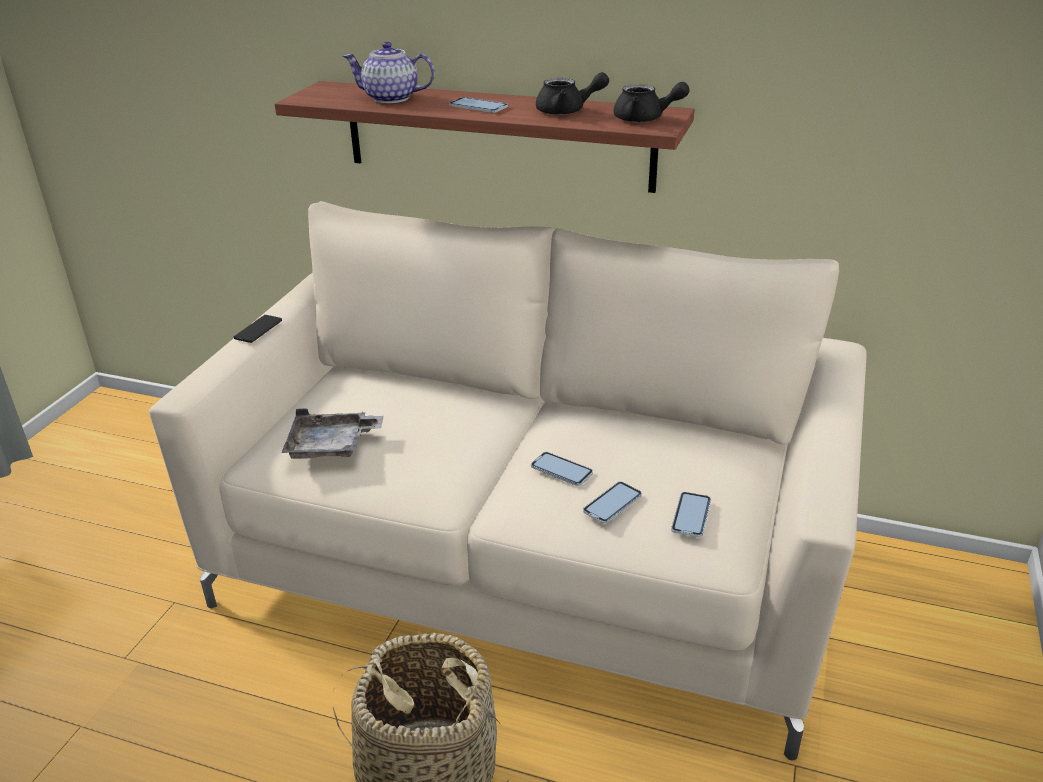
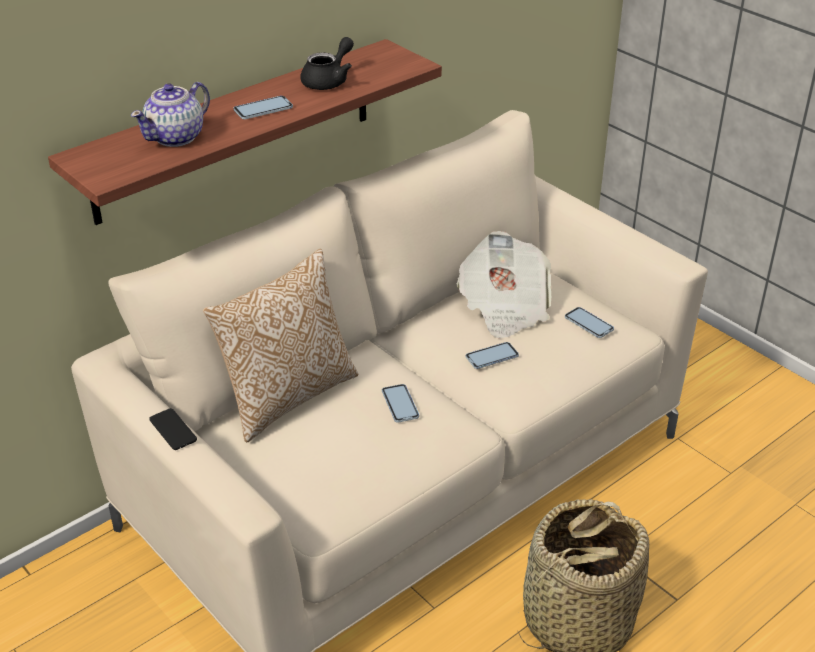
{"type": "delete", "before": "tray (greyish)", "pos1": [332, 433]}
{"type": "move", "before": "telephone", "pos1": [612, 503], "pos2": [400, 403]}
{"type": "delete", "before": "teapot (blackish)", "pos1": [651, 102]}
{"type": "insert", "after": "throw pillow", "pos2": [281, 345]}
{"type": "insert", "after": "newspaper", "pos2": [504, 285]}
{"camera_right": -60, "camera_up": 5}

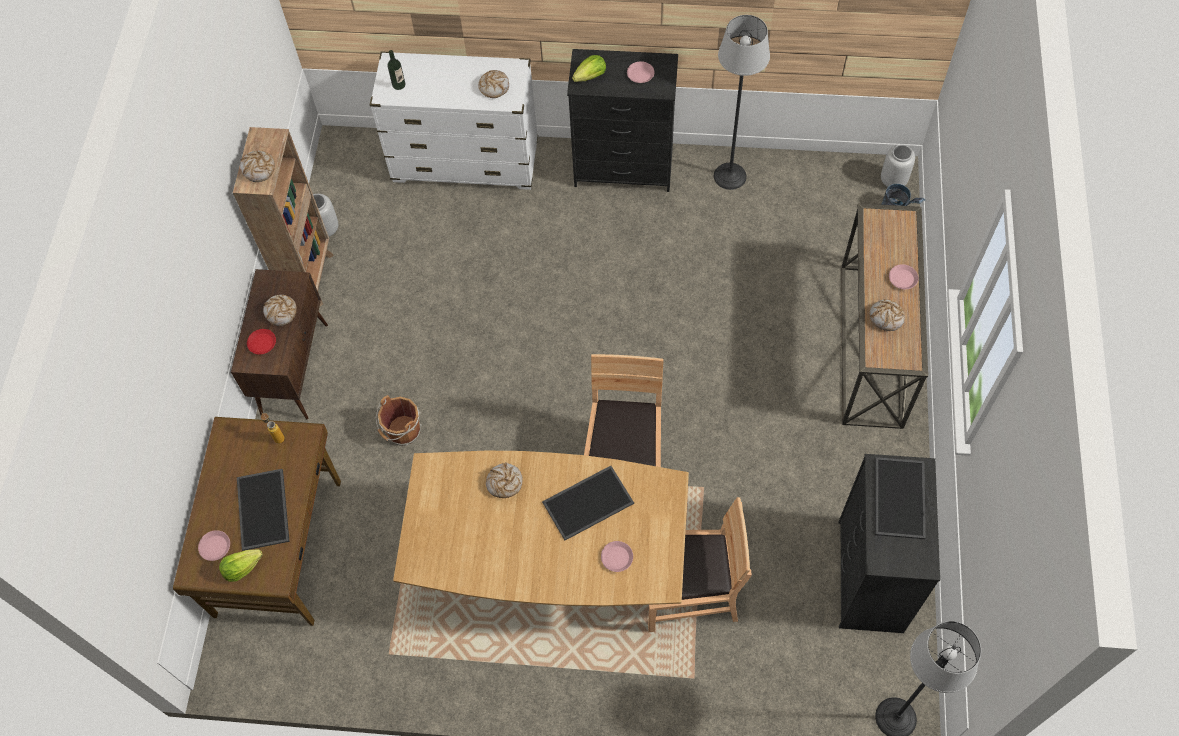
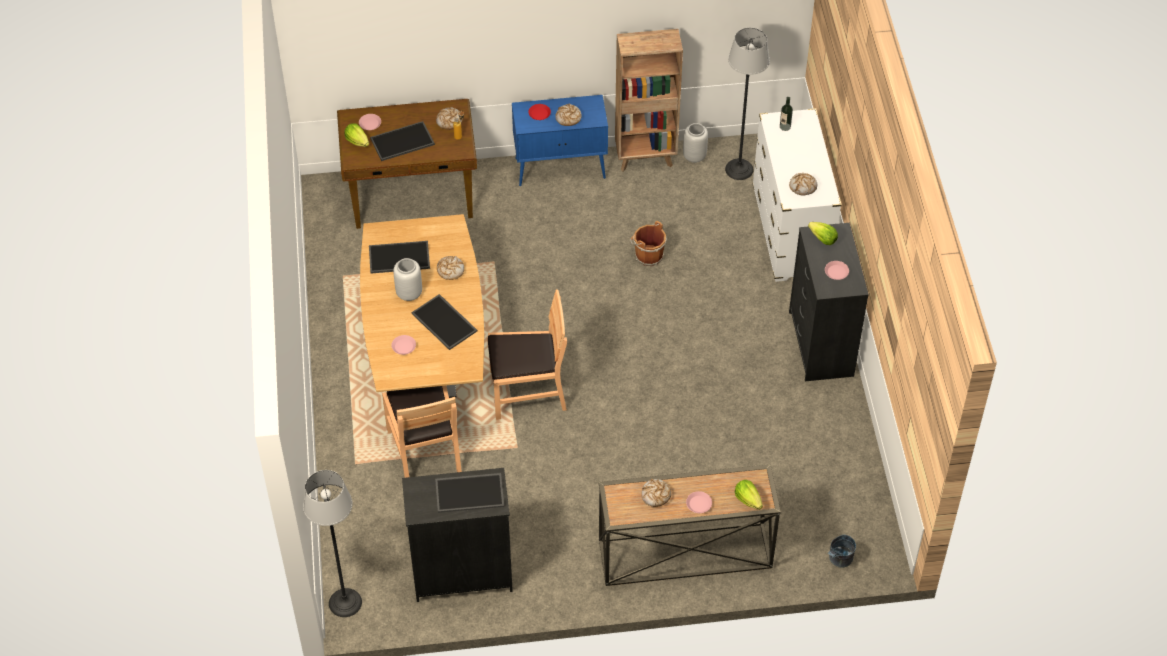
{"type": "recolor", "before": "cabinet (brown)", "after": "cabinet (blue)", "pos1": [279, 344], "pos2": [560, 140]}
{"type": "move", "before": "bakery bread", "pos1": [257, 166], "pos2": [449, 118]}
{"type": "move", "before": "water bucket (brown)", "pos1": [399, 420], "pos2": [648, 243]}
{"type": "move", "before": "floor lamp", "pos1": [742, 102], "pos2": [747, 103]}
{"type": "move", "before": "flower vase (greyish)", "pos1": [898, 165], "pos2": [408, 279]}
{"type": "insert", "after": "tray", "pos2": [399, 257]}
{"type": "insert", "after": "lettuce", "pos2": [749, 495]}
{"camera_right": 75, "camera_up": -10}

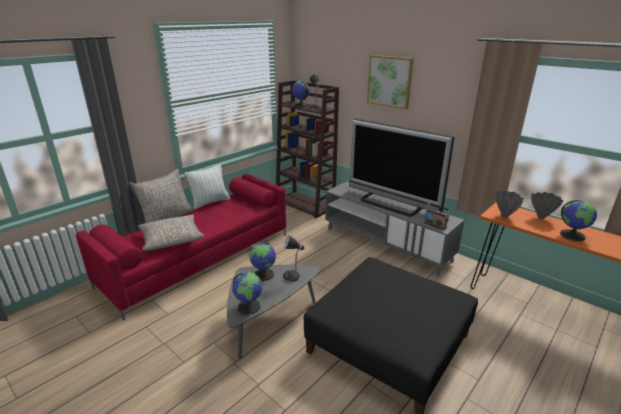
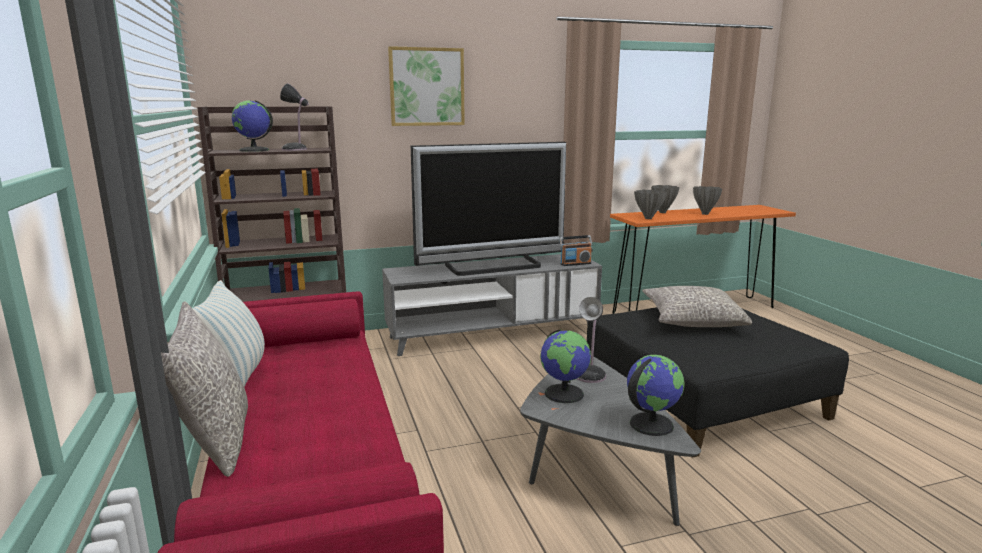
{"type": "move", "before": "throw pillow (greyish)", "pos1": [171, 233], "pos2": [697, 306]}
{"type": "replace", "before": "world globe", "after": "flower vase (greyish)", "pos1": [578, 220], "pos2": [707, 200]}
{"camera_right": -60, "camera_up": -10}

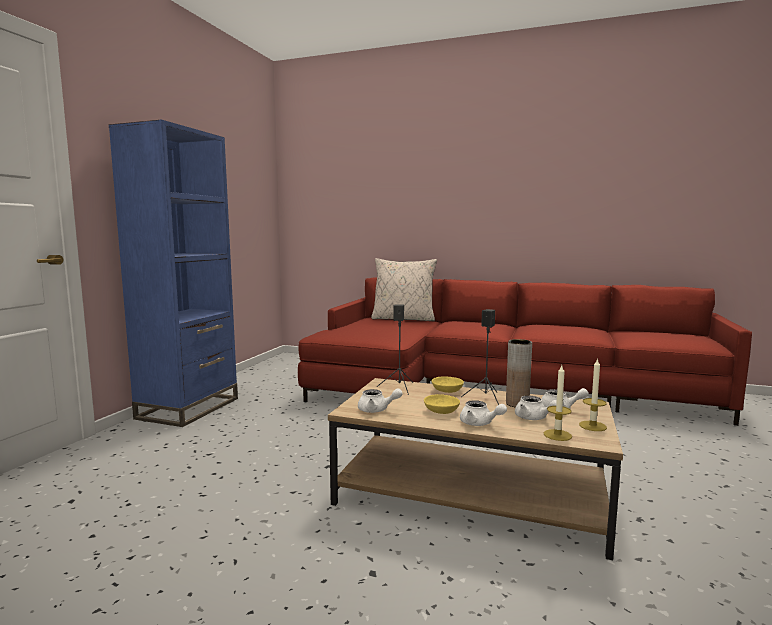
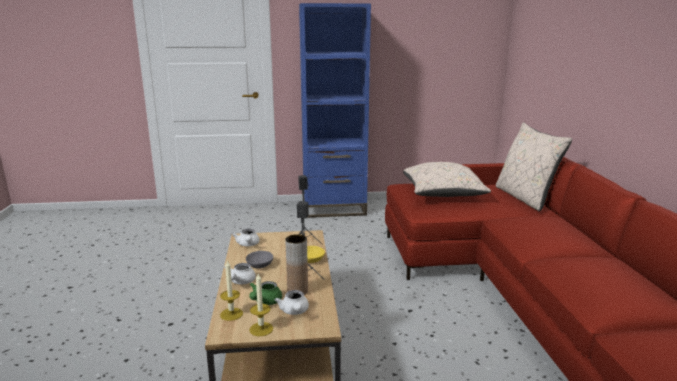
{"type": "recolor", "before": "bowl (yellow)", "after": "bowl (greyish)", "pos1": [442, 404], "pos2": [259, 260]}
{"type": "recolor", "before": "teapot (white)", "after": "teapot (green)", "pos1": [536, 408], "pos2": [265, 293]}
{"type": "insert", "after": "throw pillow (beige)", "pos2": [447, 179]}
{"camera_right": 65, "camera_up": 10}

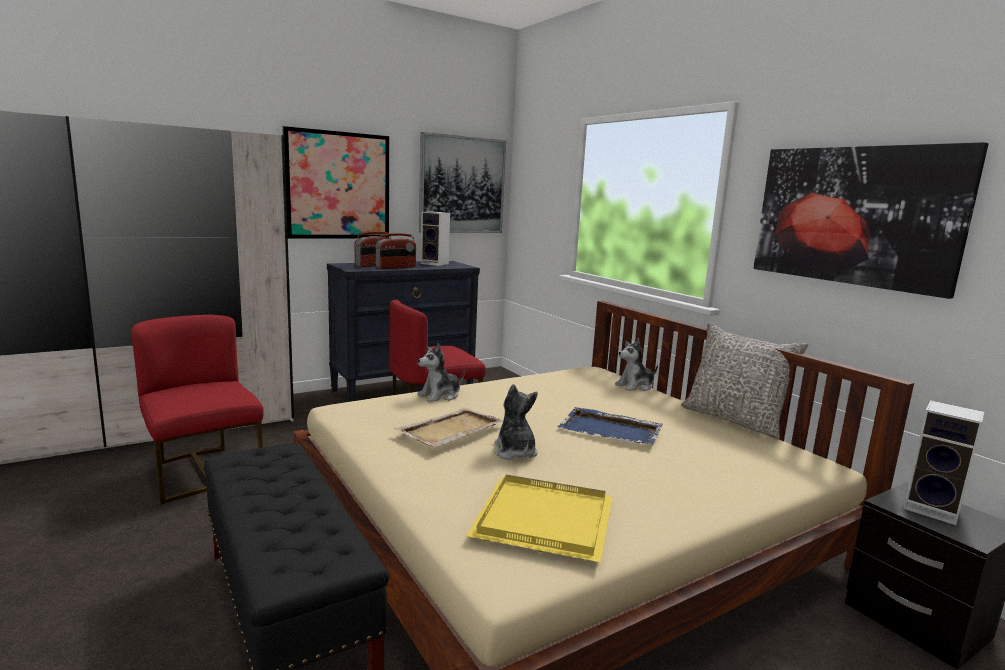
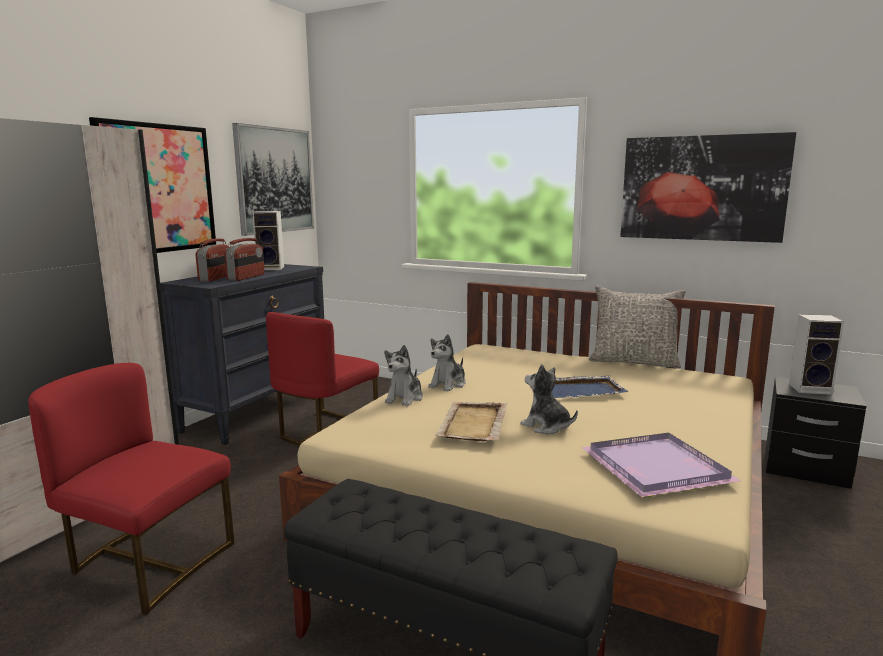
{"type": "recolor", "before": "tray (yellow)", "after": "tray (purplish)", "pos1": [539, 518], "pos2": [661, 465]}
{"type": "move", "before": "soft toy", "pos1": [636, 365], "pos2": [447, 362]}
{"camera_right": -30, "camera_up": 0}

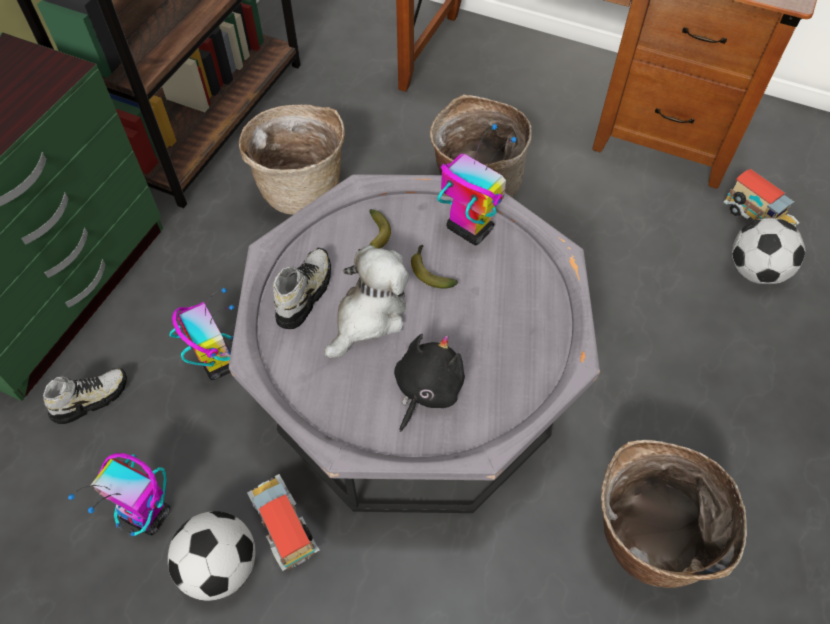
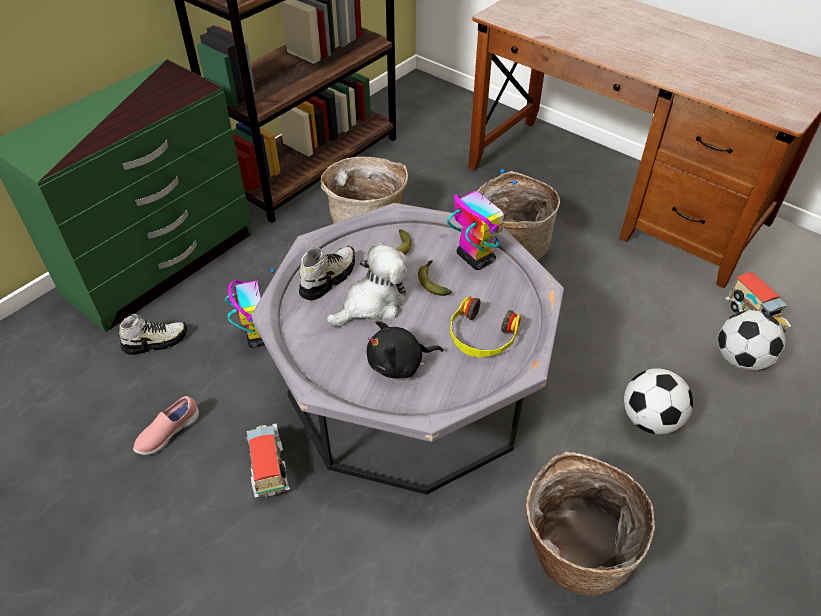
{"type": "replace", "before": "toy robot", "after": "item of footwear (pinkish)", "pos1": [119, 494], "pos2": [166, 425]}
{"type": "move", "before": "ball for football", "pos1": [211, 556], "pos2": [658, 401]}
{"type": "rotate", "before": "soft toy (blackish)", "pos1": [429, 383], "pos2": [405, 349], "turn": -150}
{"type": "insert", "after": "headset", "pos2": [485, 327]}
{"camera_right": 15, "camera_up": -10}

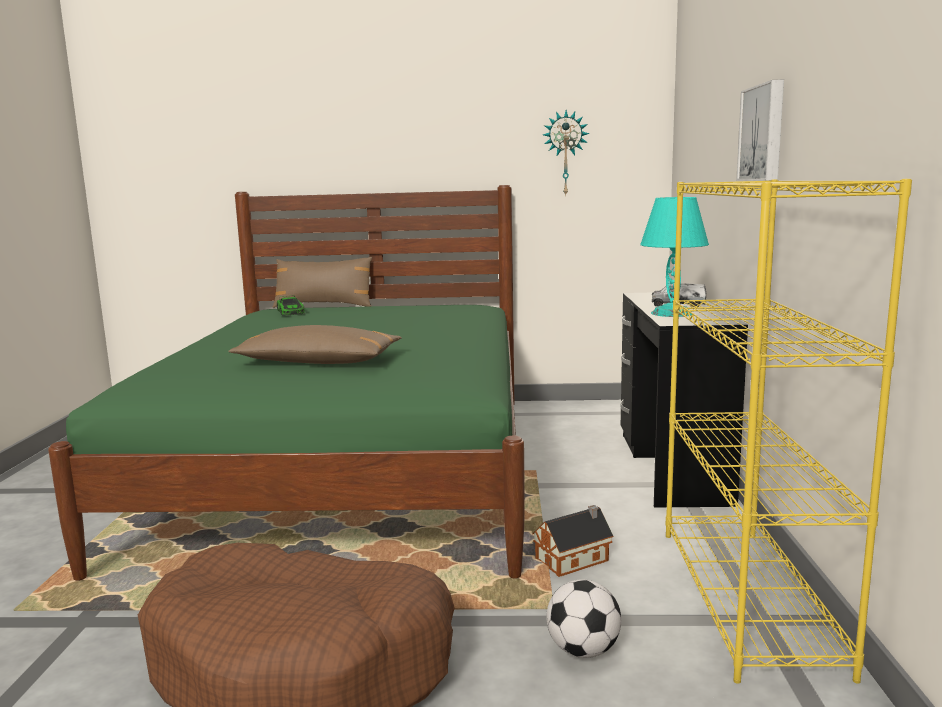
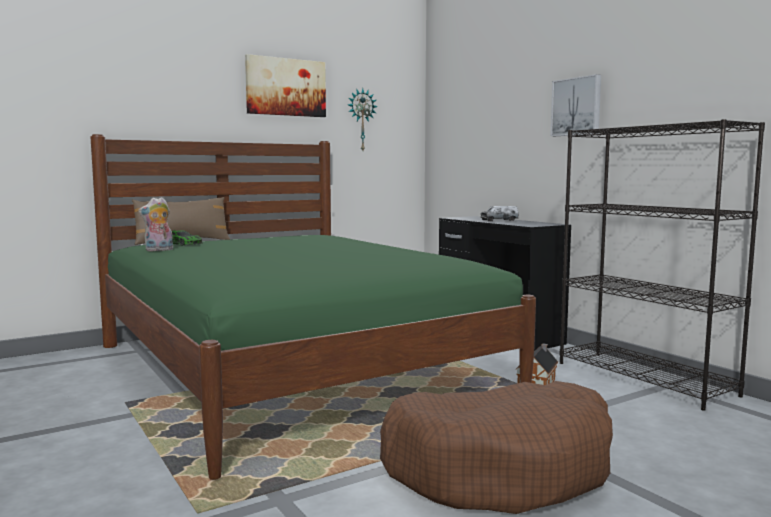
{"type": "delete", "before": "throw pillow (brown)", "pos1": [314, 344]}
{"type": "delete", "before": "ball for football", "pos1": [583, 618]}
{"type": "delete", "before": "lamp for a table (turquoise-coloured)", "pos1": [674, 257]}
{"type": "recolor", "before": "bookcase (yellow)", "after": "bookcase (blackish)", "pos1": [789, 431], "pos2": [662, 265]}
{"type": "insert", "after": "soft toy", "pos2": [155, 224]}
{"type": "insert", "after": "picture", "pos2": [285, 85]}
{"camera_right": -35, "camera_up": -5}

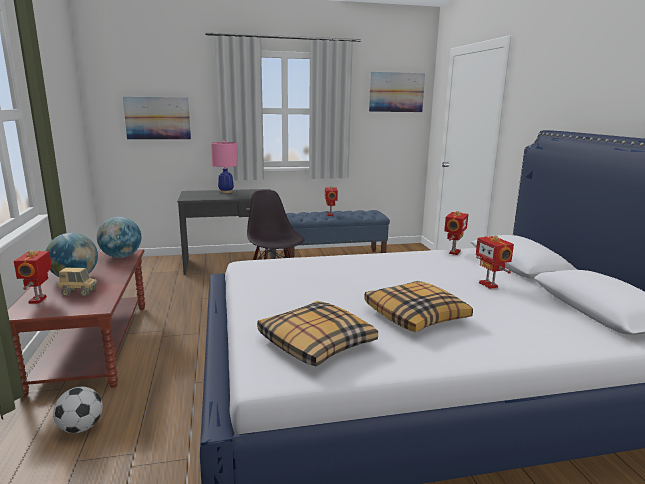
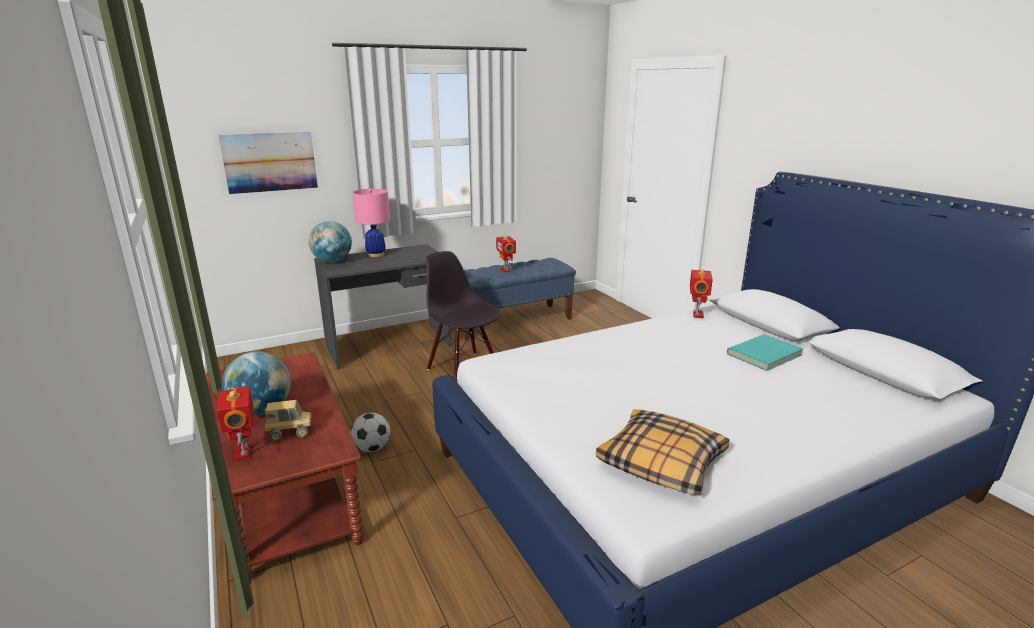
{"type": "move", "before": "ball for football", "pos1": [78, 410], "pos2": [370, 432]}
{"type": "move", "before": "world globe", "pos1": [119, 237], "pos2": [330, 242]}
{"type": "delete", "before": "throw pillow", "pos1": [419, 306]}
{"type": "delete", "before": "picture", "pos1": [397, 92]}
{"type": "replace", "before": "toy robot", "after": "book (turquoise-coloured)", "pos1": [495, 262], "pos2": [765, 352]}
{"camera_right": -15, "camera_up": 5}

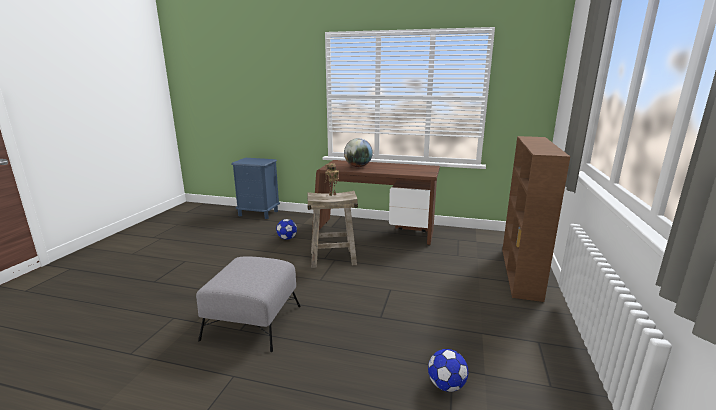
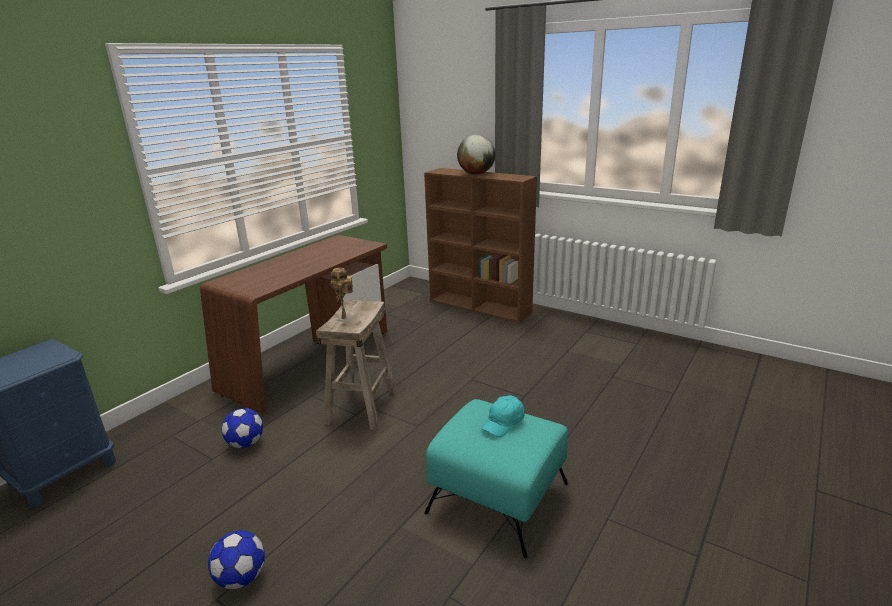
{"type": "recolor", "before": "pouffe (greyish)", "after": "pouffe (turquoise-coloured)", "pos1": [248, 304], "pos2": [496, 478]}
{"type": "move", "before": "world globe", "pos1": [358, 152], "pos2": [476, 155]}
{"type": "move", "before": "ball for football", "pos1": [448, 370], "pos2": [236, 559]}
{"type": "insert", "after": "cap (turquoise-coloured)", "pos2": [503, 416]}
{"camera_right": -70, "camera_up": 5}

